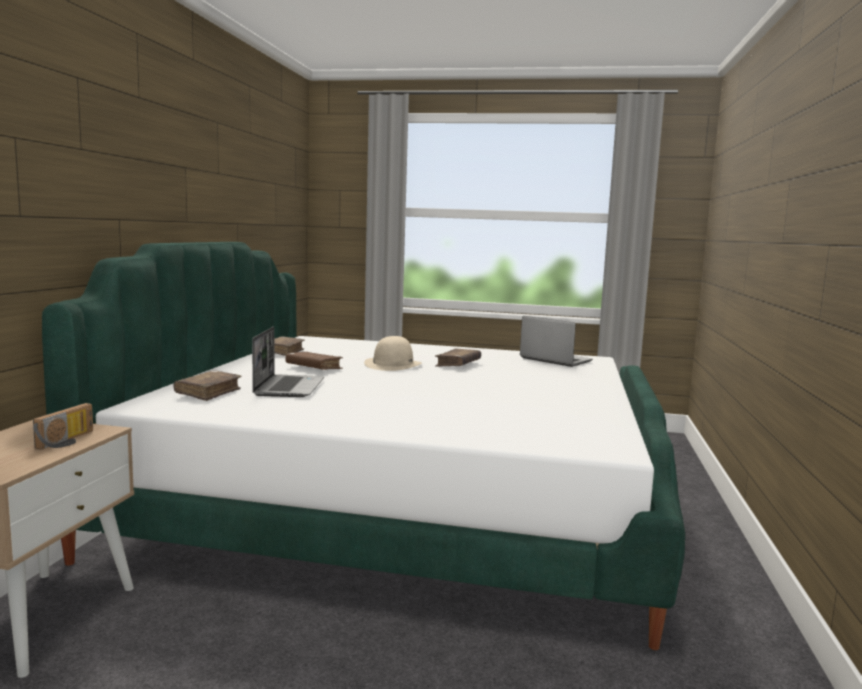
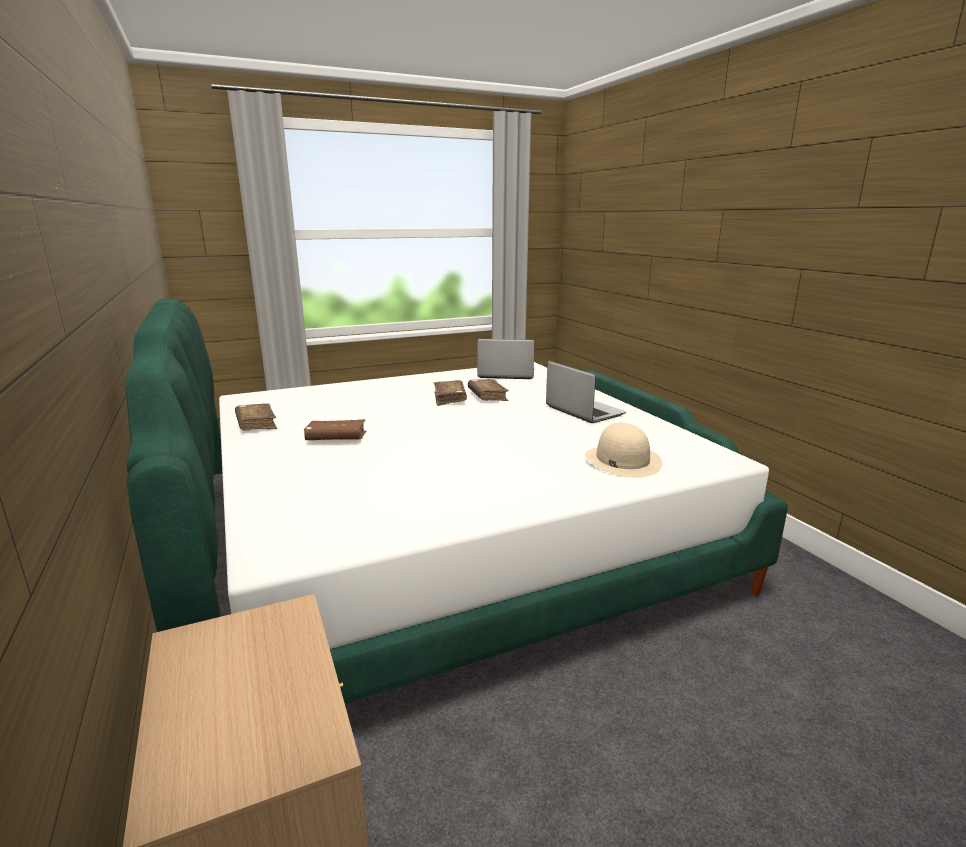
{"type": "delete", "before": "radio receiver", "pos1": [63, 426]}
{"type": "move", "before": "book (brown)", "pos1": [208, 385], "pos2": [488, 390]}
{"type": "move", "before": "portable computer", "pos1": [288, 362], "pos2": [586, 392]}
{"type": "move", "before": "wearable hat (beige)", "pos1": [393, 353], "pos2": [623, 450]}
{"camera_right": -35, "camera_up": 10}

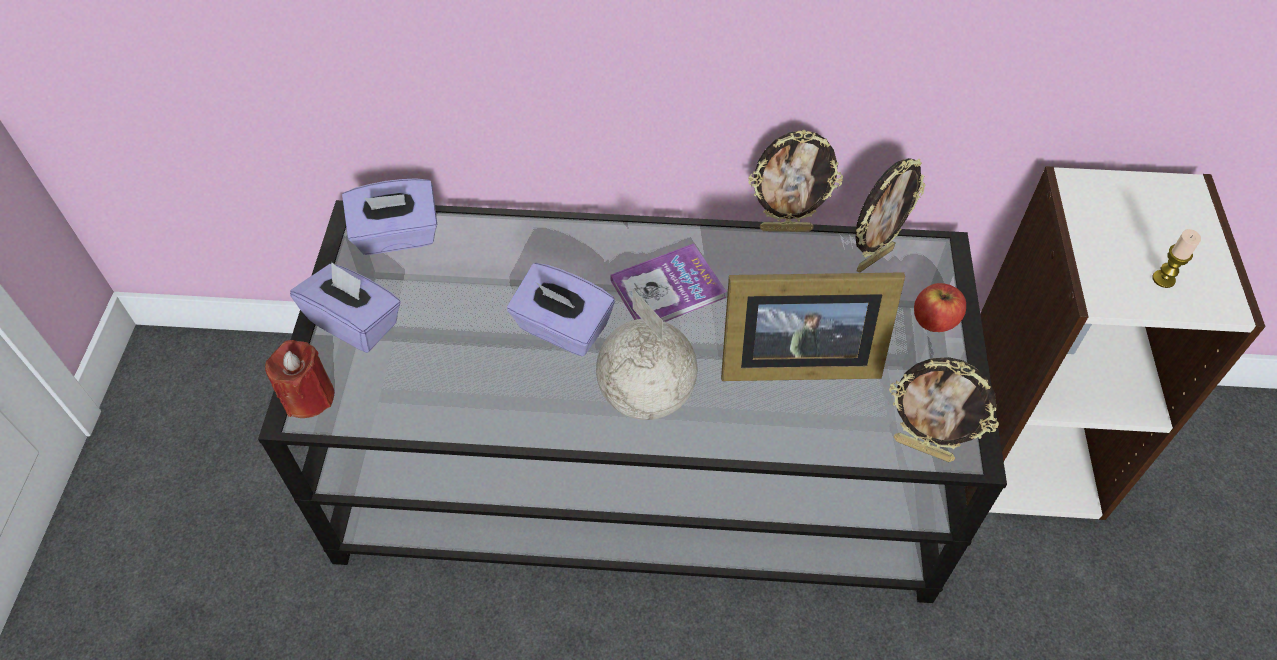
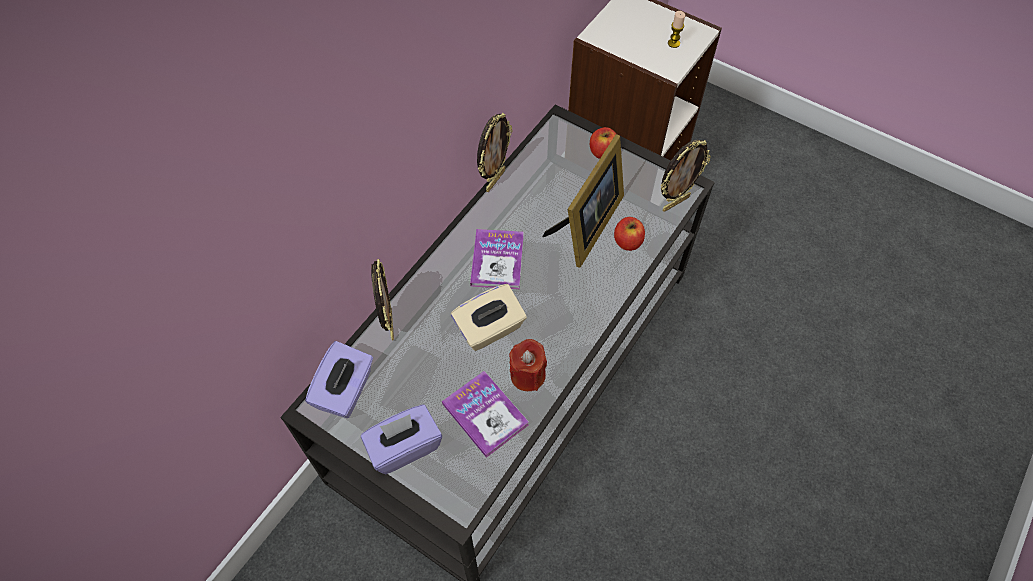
{"type": "move", "before": "candle (red)", "pos1": [299, 379], "pos2": [528, 365]}
{"type": "recolor", "before": "tissue holder (purplish)", "after": "tissue holder (beige)", "pos1": [561, 310], "pos2": [489, 317]}
{"type": "delete", "before": "world globe", "pos1": [646, 354]}
{"type": "move", "before": "photo frame", "pos1": [890, 215], "pos2": [382, 300]}
{"type": "insert", "after": "book", "pos2": [485, 414]}
{"type": "insert", "after": "whole apple", "pos2": [629, 234]}
{"camera_right": -60, "camera_up": 5}

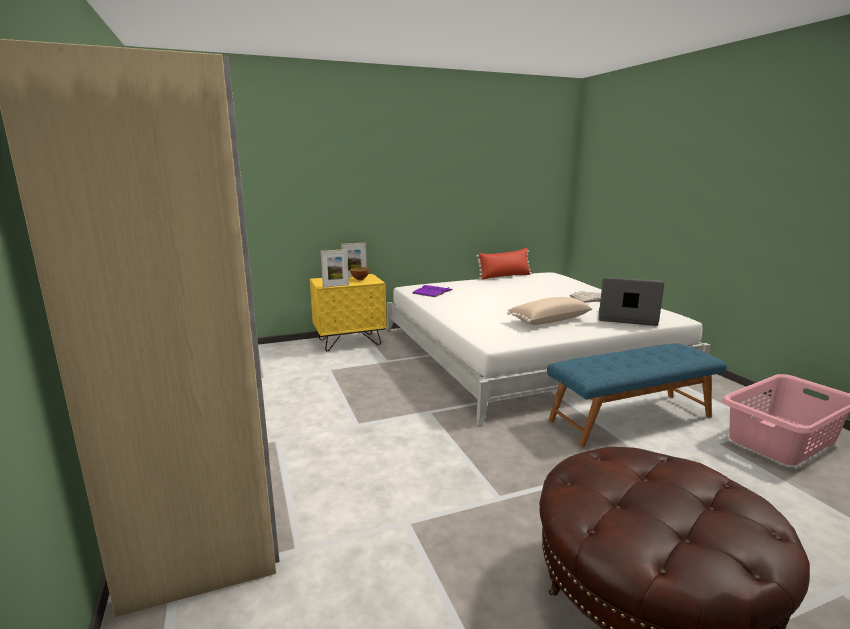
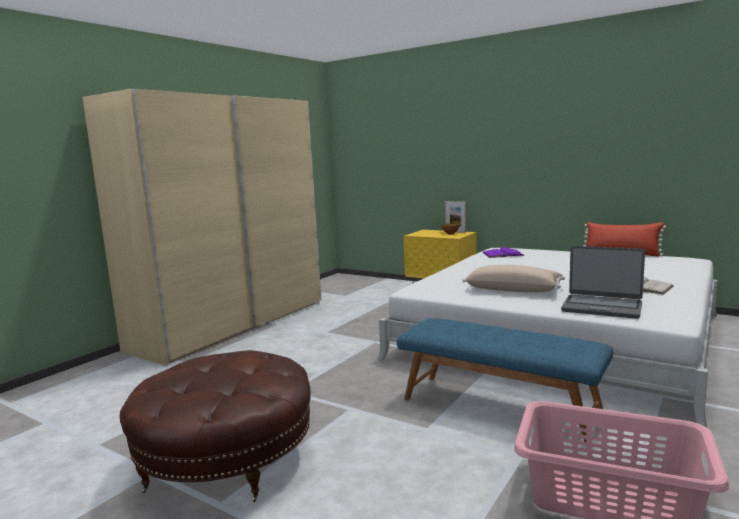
{"type": "delete", "before": "photo frame", "pos1": [335, 268]}
{"type": "rotate", "before": "portable computer", "pos1": [631, 301], "pos2": [603, 282], "turn": 135}
{"camera_right": 55, "camera_up": -5}

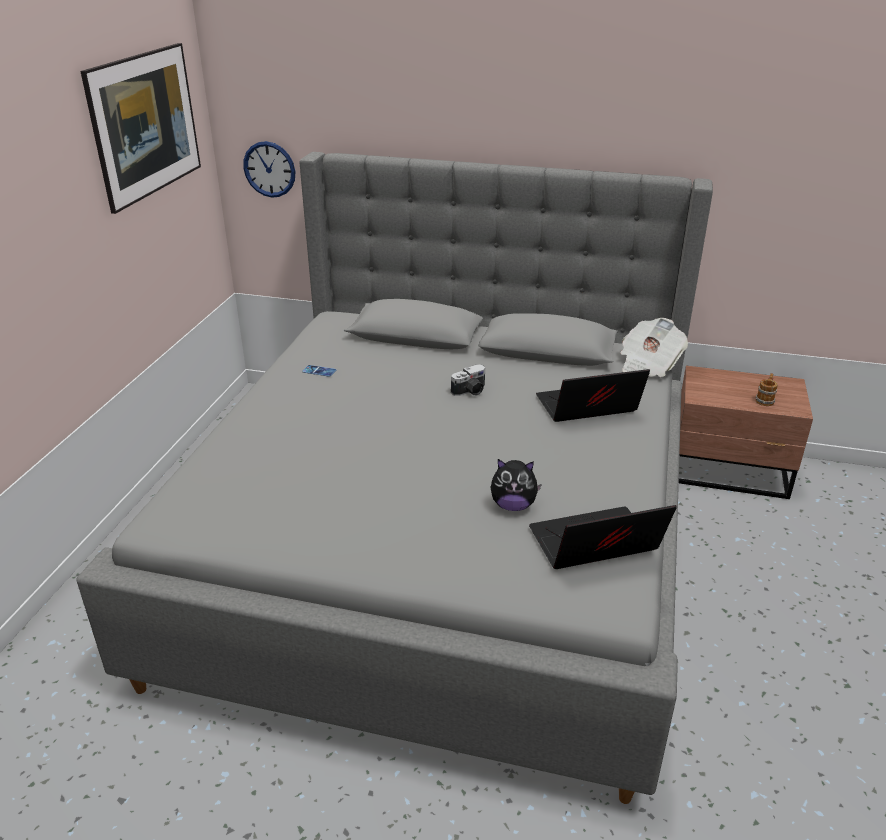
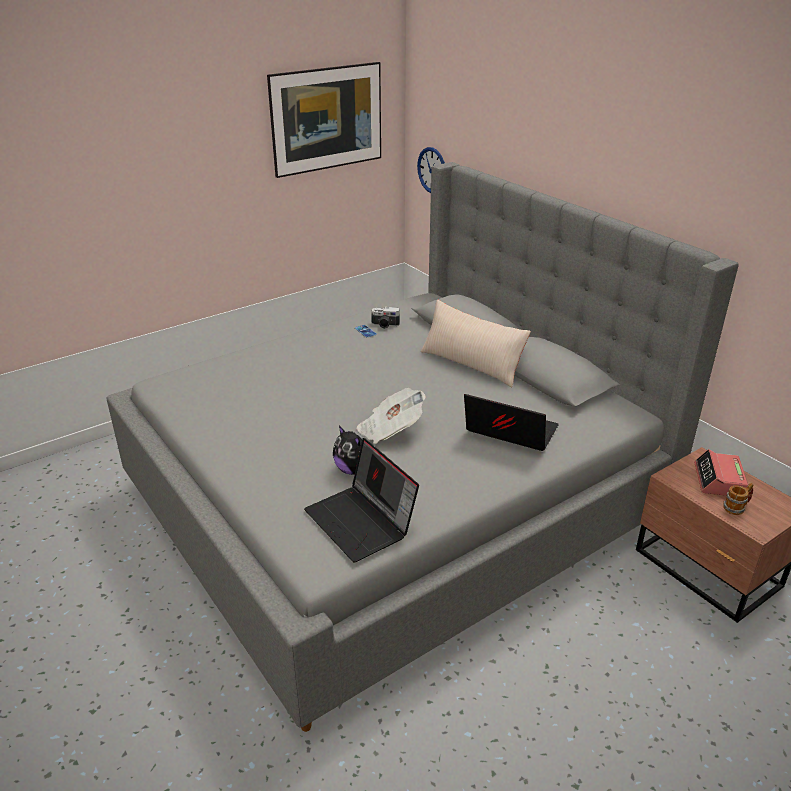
{"type": "move", "before": "still camera", "pos1": [468, 380], "pos2": [385, 318]}
{"type": "rotate", "before": "portable computer", "pos1": [602, 537], "pos2": [361, 500], "turn": -150}
{"type": "move", "before": "newspaper", "pos1": [654, 347], "pos2": [391, 416]}
{"type": "insert", "after": "throw pillow (beige)", "pos2": [476, 343]}
{"type": "insert", "after": "bedside clock", "pos2": [721, 472]}
{"camera_right": 40, "camera_up": 0}

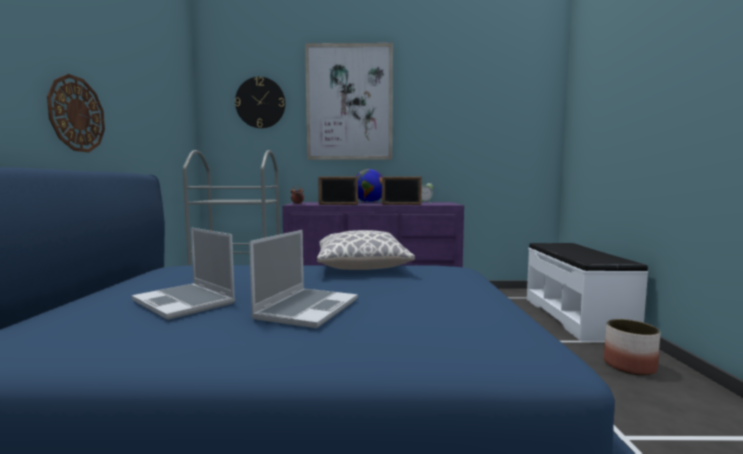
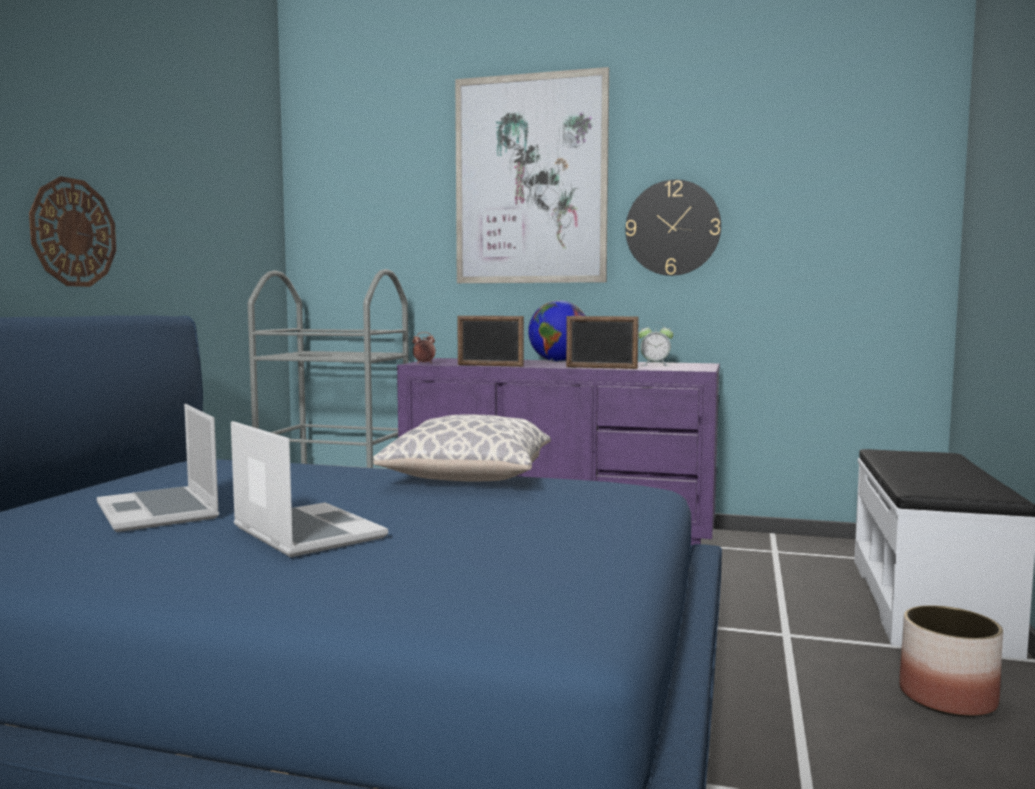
{"type": "move", "before": "hanging clock", "pos1": [260, 102], "pos2": [673, 228]}
{"type": "rotate", "before": "portable computer", "pos1": [303, 279], "pos2": [309, 489], "turn": -75}
{"camera_right": 15, "camera_up": 0}

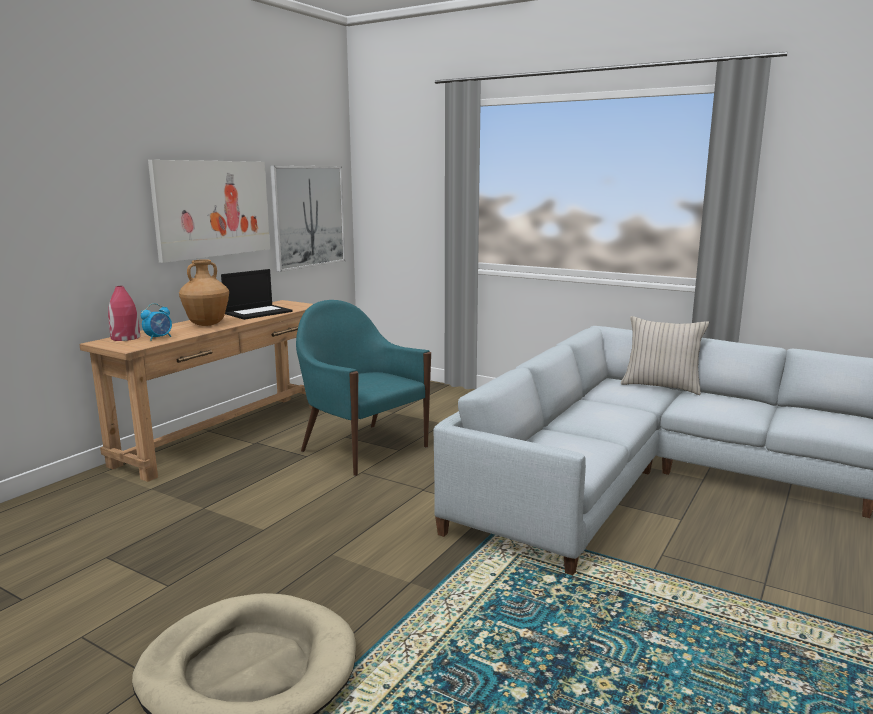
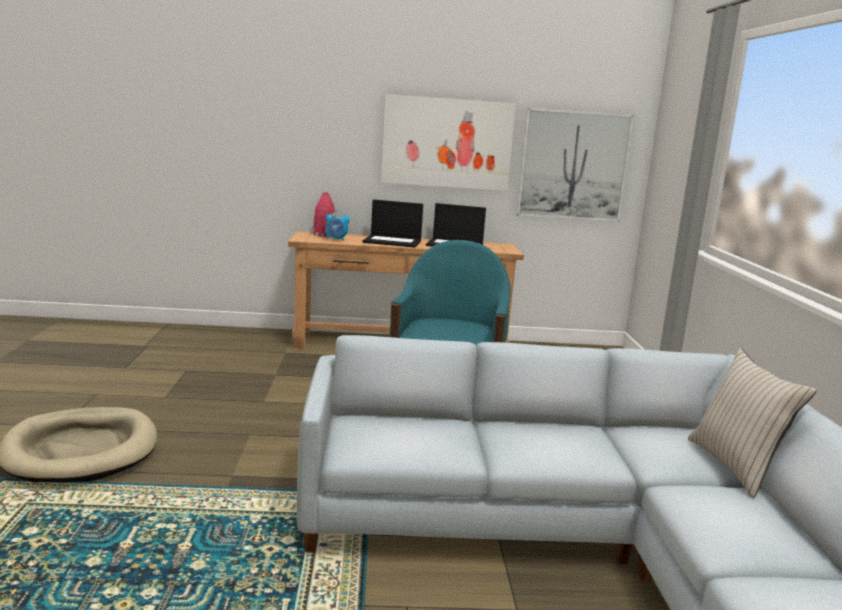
{"type": "replace", "before": "flower vase (brown)", "after": "portable computer", "pos1": [204, 292], "pos2": [392, 224]}
{"camera_right": 55, "camera_up": 0}

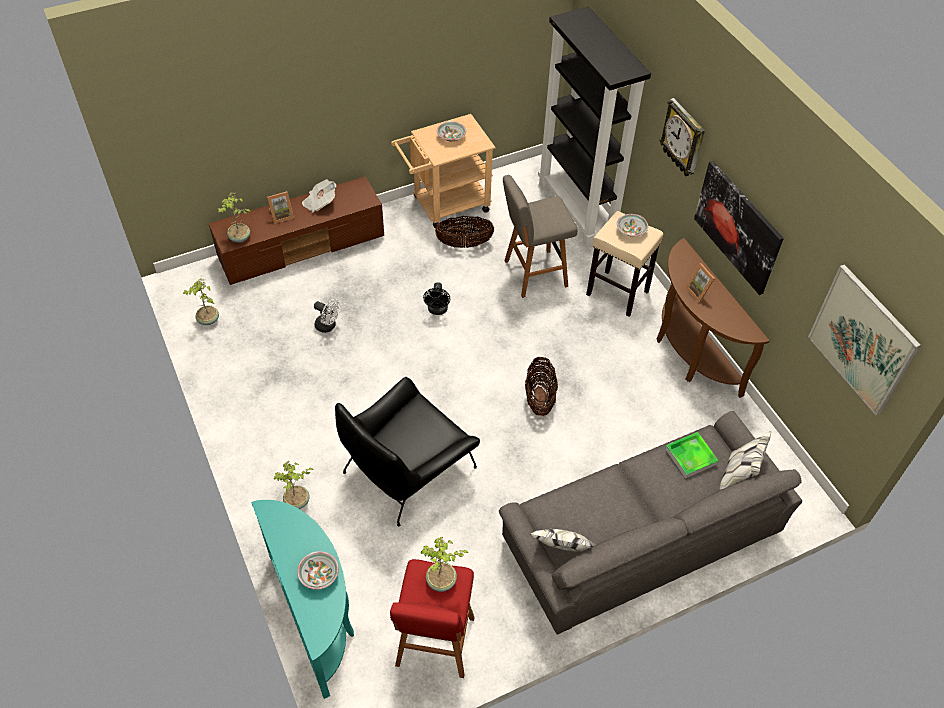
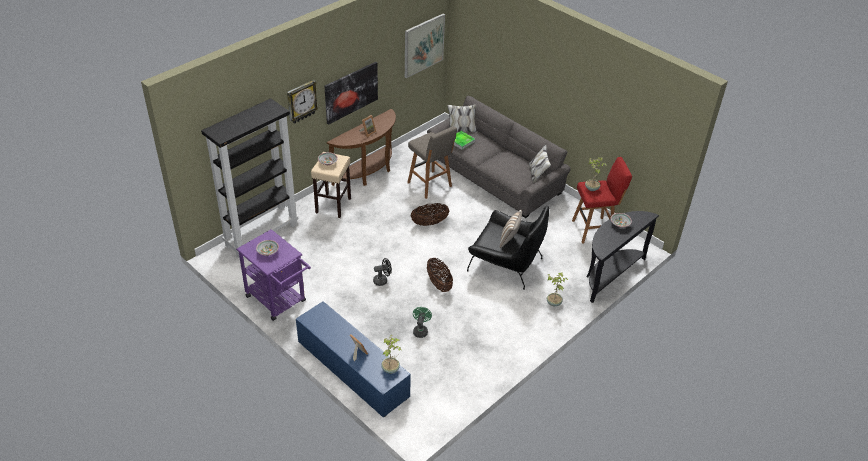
{"type": "delete", "before": "houseplant", "pos1": [201, 301]}
{"type": "recolor", "before": "media console (brown)", "after": "media console (blue)", "pos1": [296, 230], "pos2": [353, 359]}
{"type": "recolor", "before": "narrow table (turquoise-coloured)", "after": "narrow table (blackish)", "pos1": [302, 599], "pos2": [623, 257]}
{"type": "delete", "before": "newspaper", "pos1": [319, 196]}
{"type": "recolor", "before": "fan (white)", "after": "fan (green)", "pos1": [327, 316], "pos2": [422, 322]}
{"type": "recolor", "before": "trolley (beige)", "after": "trolley (purplish)", "pos1": [443, 171], "pos2": [273, 275]}
{"type": "move", "before": "household basket", "pos1": [464, 232], "pos2": [440, 275]}
{"type": "move", "before": "sitting stool (greyish)", "pos1": [540, 236], "pos2": [432, 162]}
{"type": "insert", "after": "throw pillow", "pos2": [511, 229]}
{"camera_right": -110, "camera_up": -10}

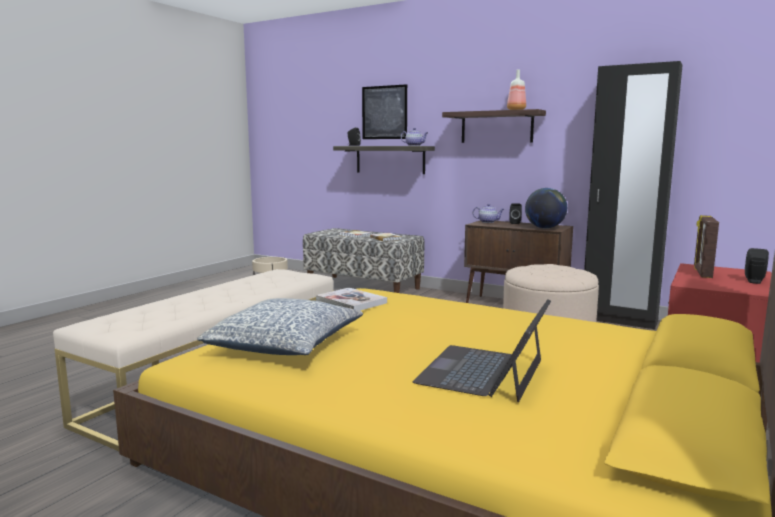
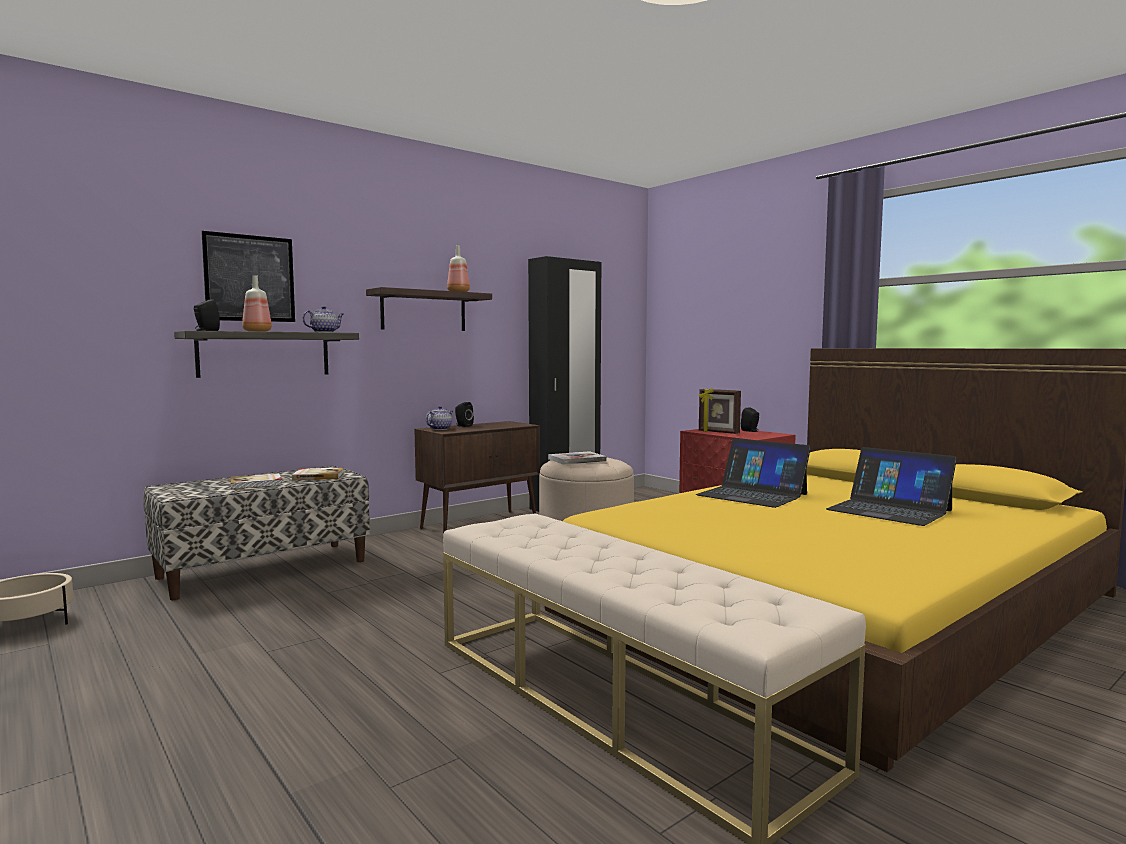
{"type": "delete", "before": "throw pillow", "pos1": [280, 326]}
{"type": "move", "before": "book", "pos1": [351, 299], "pos2": [577, 458]}
{"type": "delete", "before": "world globe", "pos1": [546, 208]}
{"type": "insert", "after": "bottle", "pos2": [257, 303]}
{"type": "insert", "after": "portable computer", "pos2": [753, 473]}
{"camera_right": -70, "camera_up": -5}

